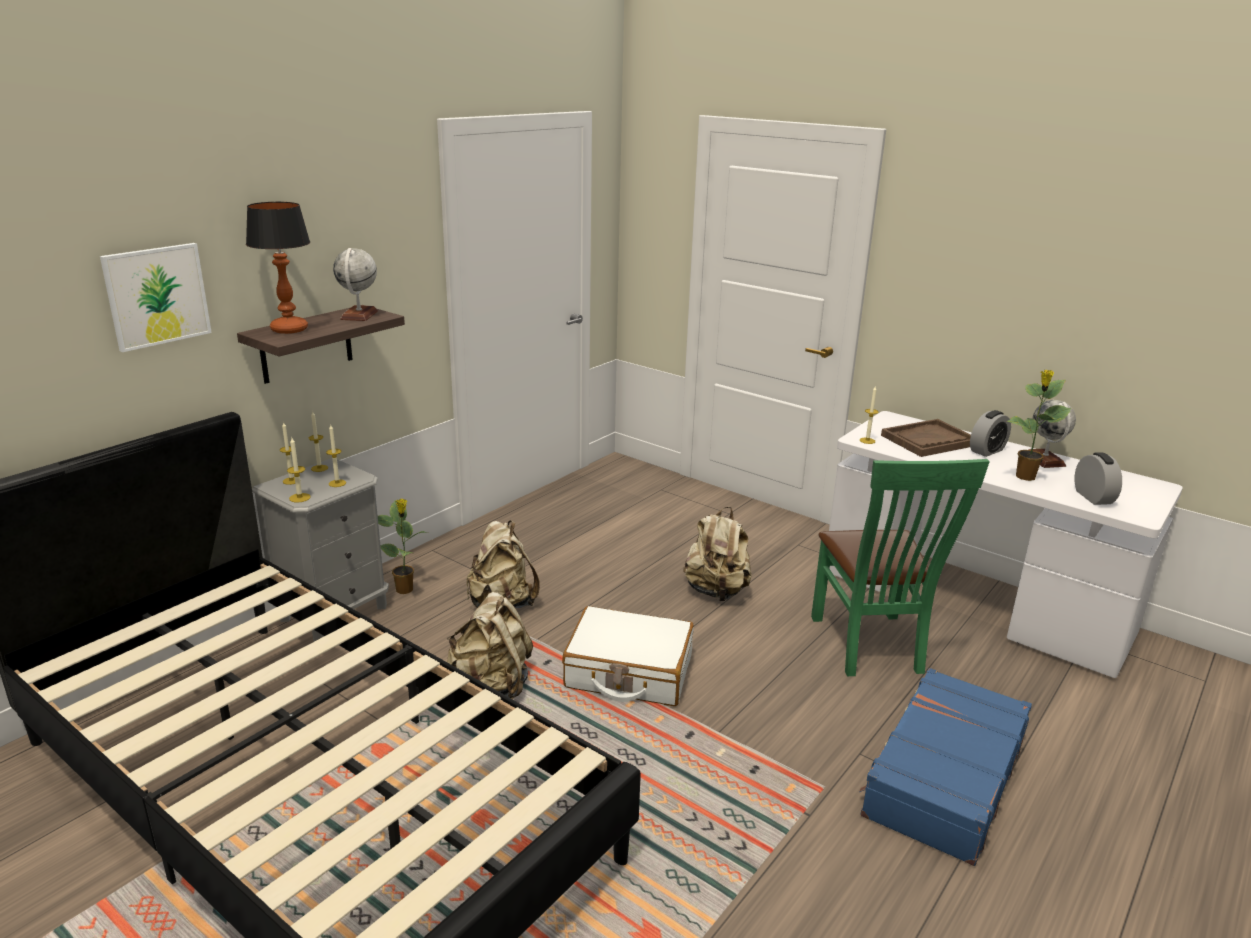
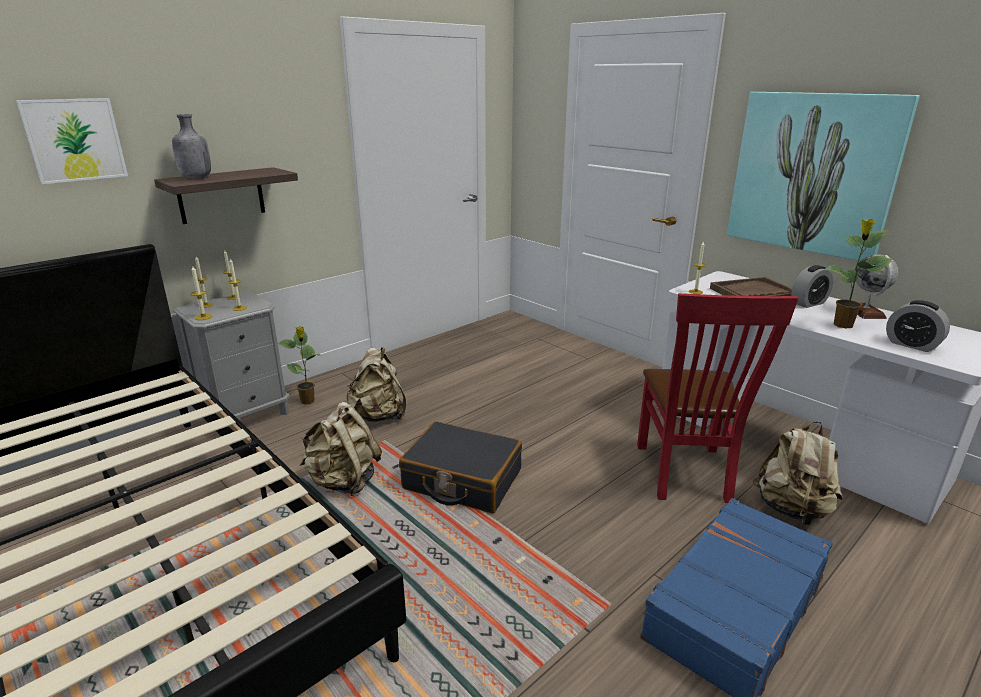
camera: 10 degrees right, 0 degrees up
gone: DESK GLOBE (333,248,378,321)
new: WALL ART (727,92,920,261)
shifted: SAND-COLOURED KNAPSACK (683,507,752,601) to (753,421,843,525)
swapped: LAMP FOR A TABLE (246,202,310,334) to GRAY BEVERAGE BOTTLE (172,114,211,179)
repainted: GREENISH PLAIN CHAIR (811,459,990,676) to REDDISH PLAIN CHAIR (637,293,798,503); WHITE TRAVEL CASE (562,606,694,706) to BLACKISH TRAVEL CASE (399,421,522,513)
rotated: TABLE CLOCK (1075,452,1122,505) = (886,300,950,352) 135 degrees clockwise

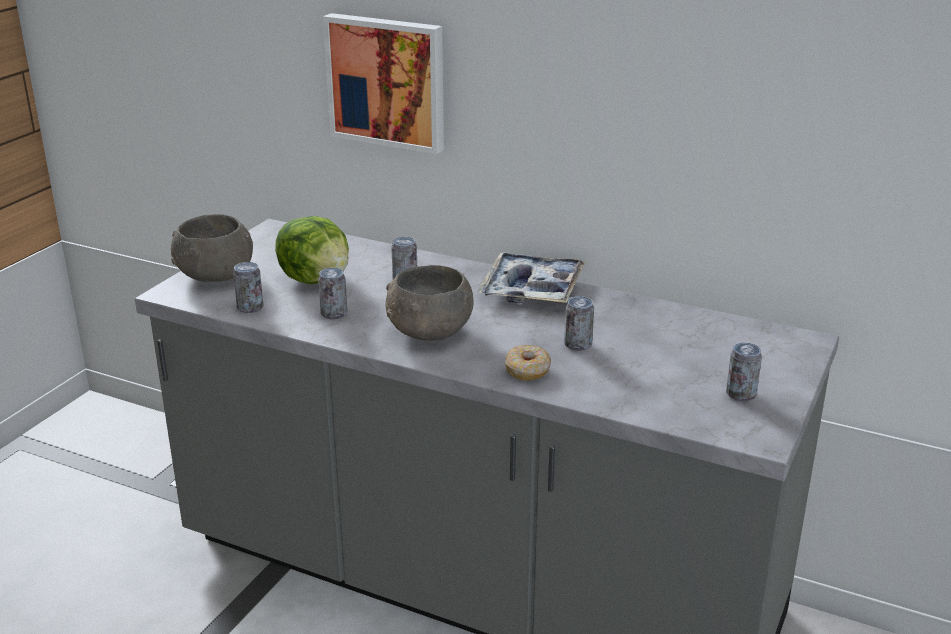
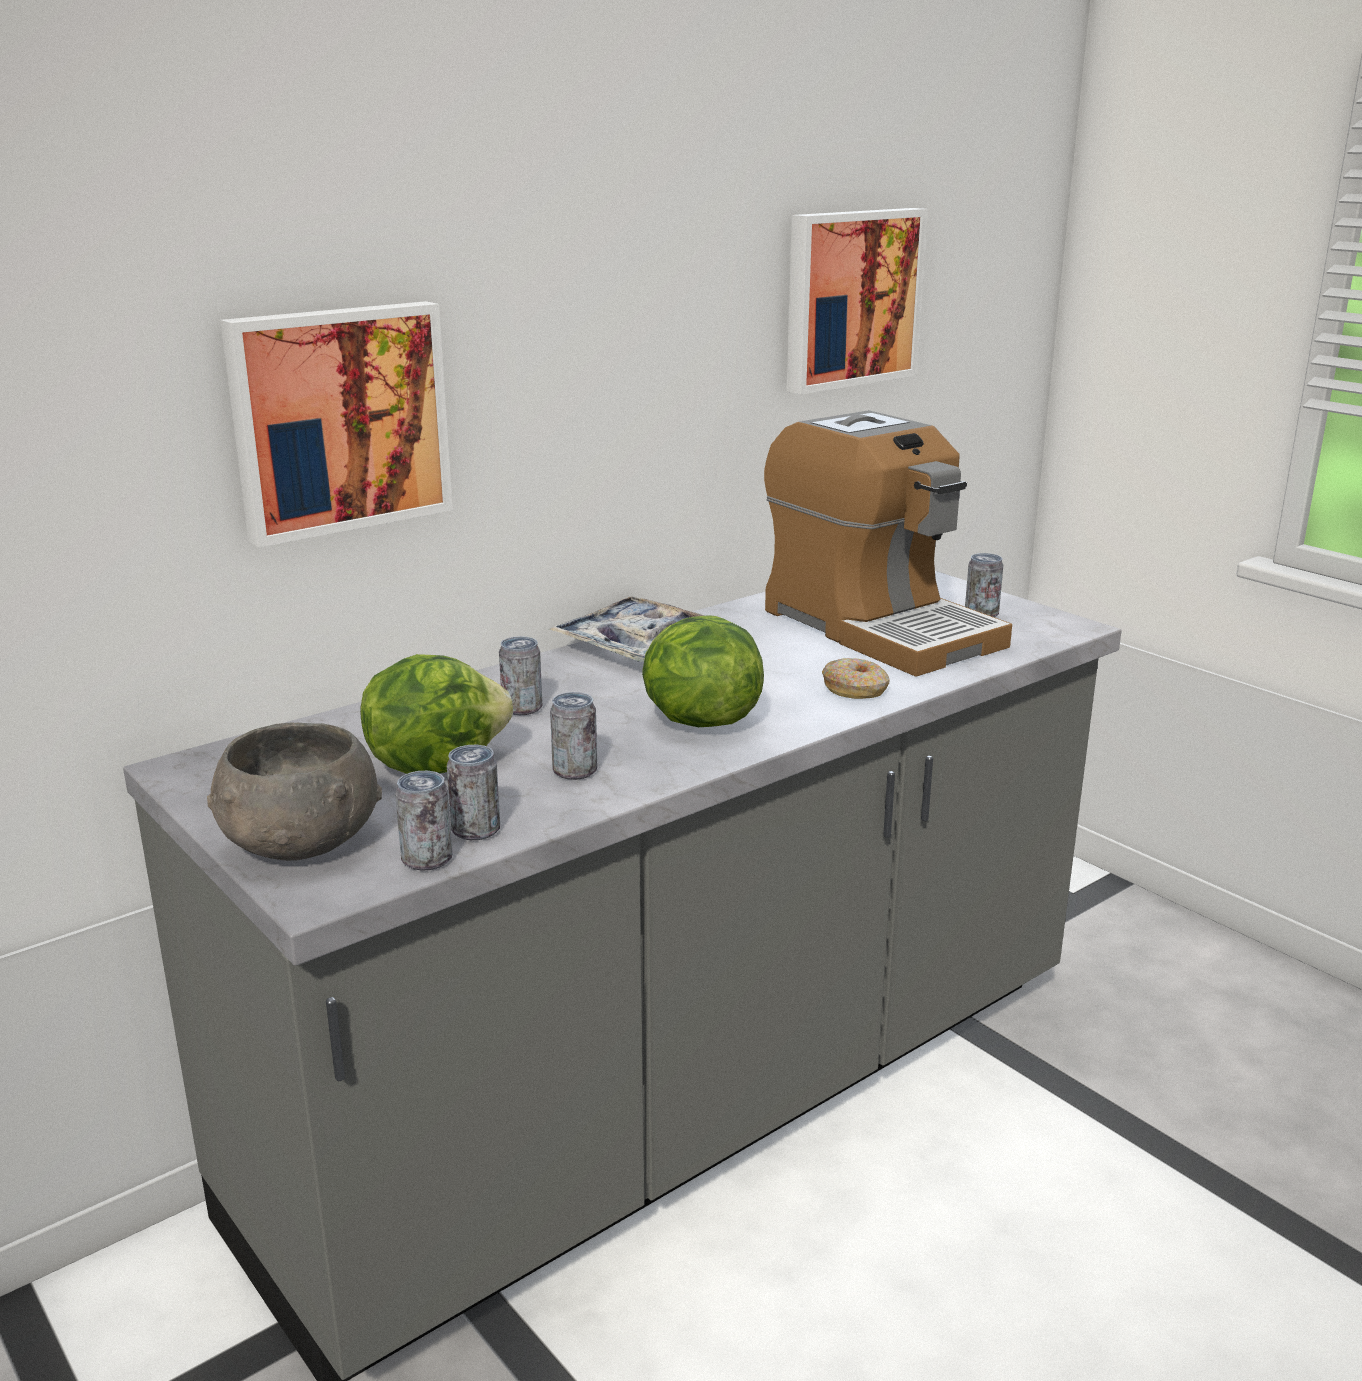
camera: 65 degrees left, 5 degrees down
new: WALL ART (786,208,928,395); COFFEE MACHINE (764,410,1012,677)
shifted: METAL CAN (564,296,594,351) to (395,771,453,871)
swapped: GRAY DEEP DISH (385,265,474,341) to HEAD OF LETTUCE (642,615,764,727)

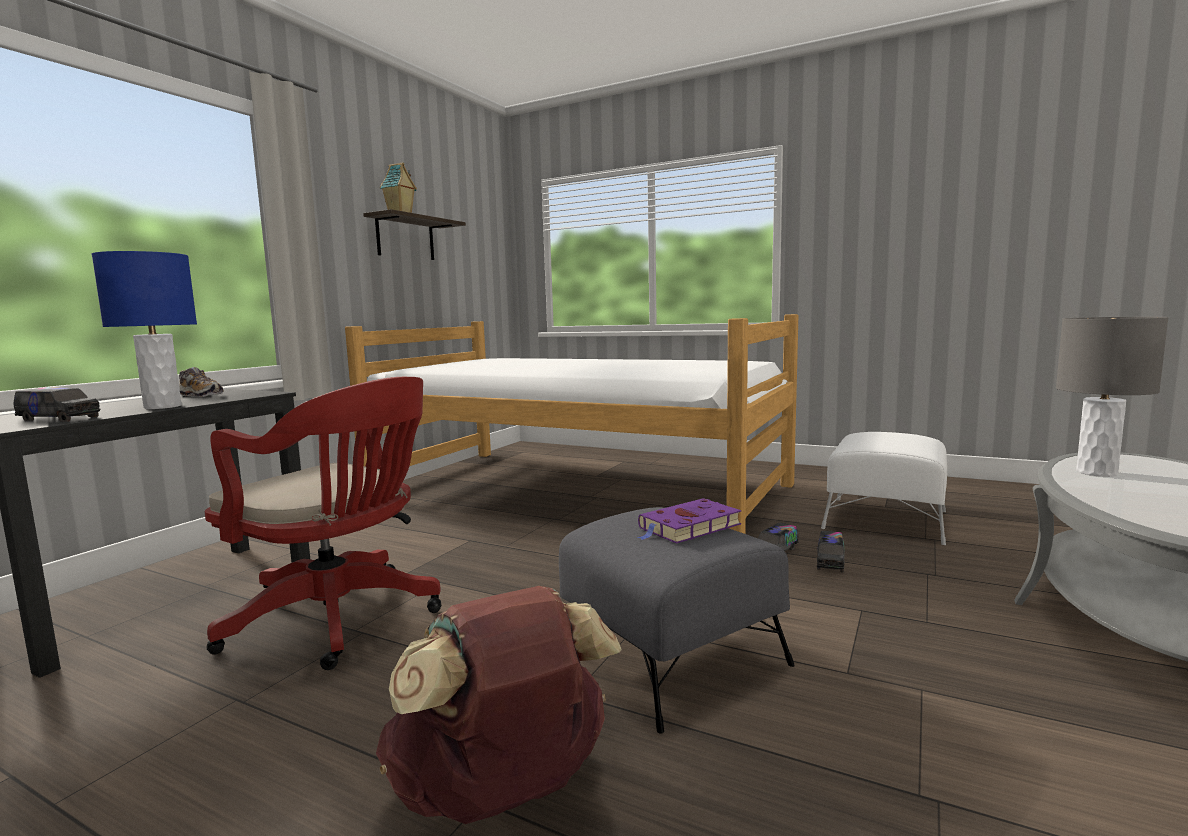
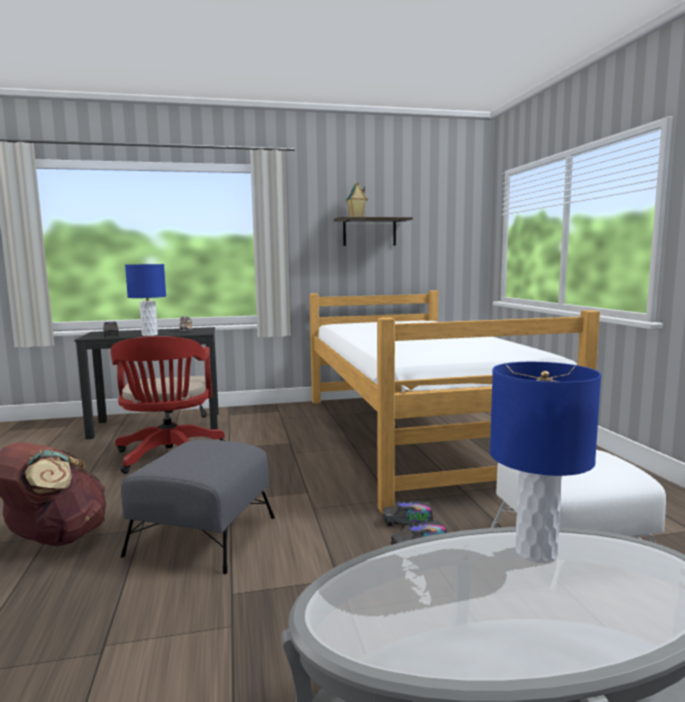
camera: 50 degrees right, 0 degrees up
gone: PURPLE BOUND BOOK (637,498,741,544)
repainted: GRAY LAMP FOR A TABLE (1056,317,1169,477) to BLUE LAMP FOR A TABLE (490,362,601,563)

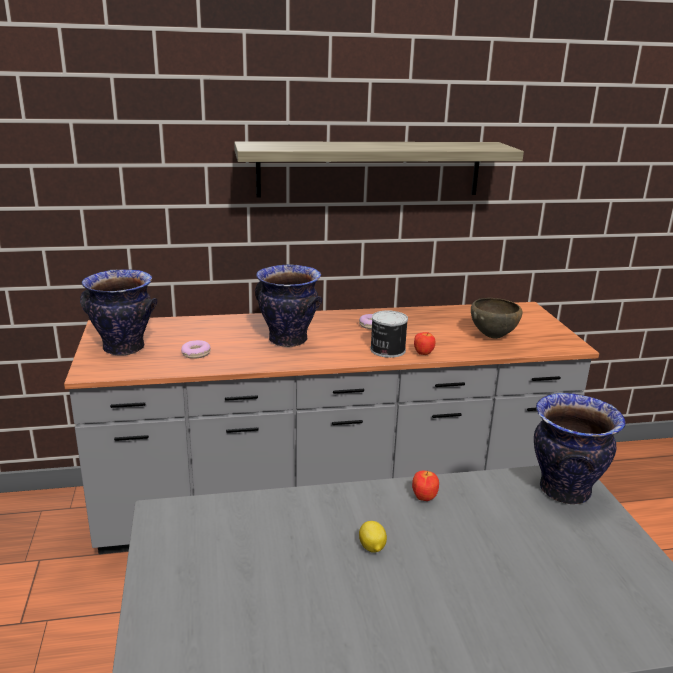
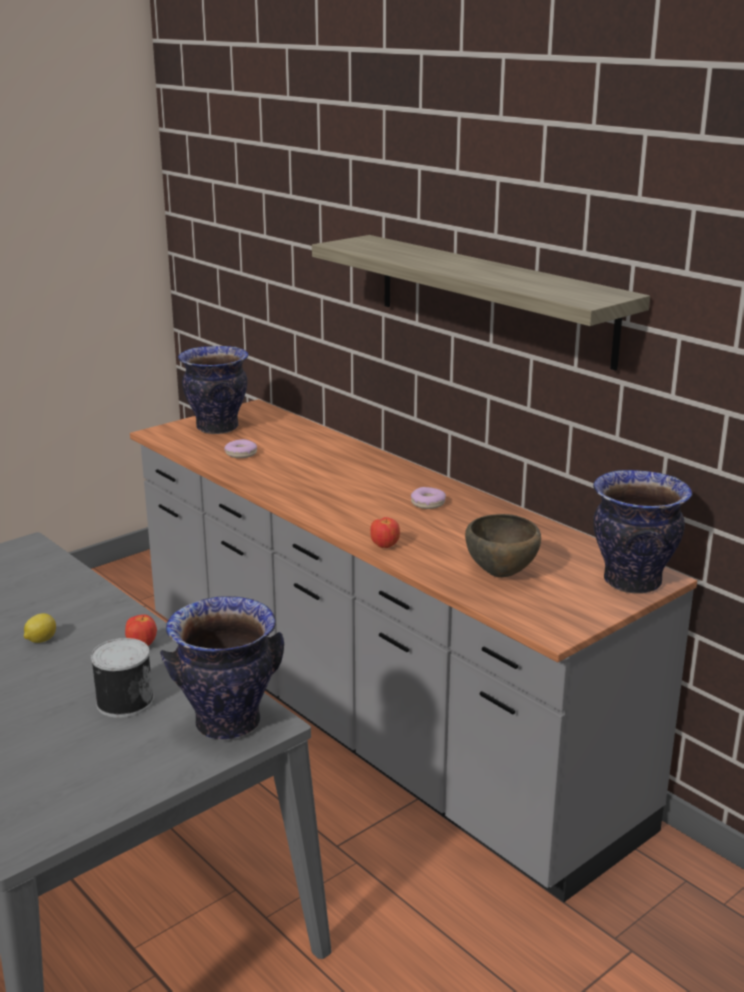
camera: 60 degrees right, 0 degrees up
shifted: FLOWER VASE (255,264,322,347) to (593,470,692,594); METAL CAN (370,310,408,358) to (91,638,154,718)

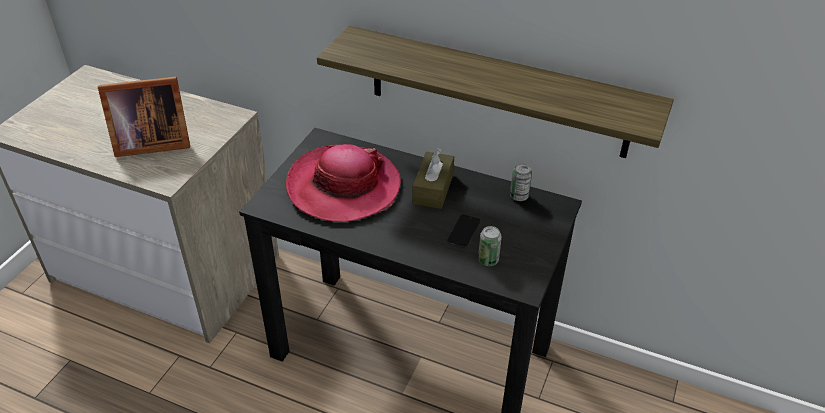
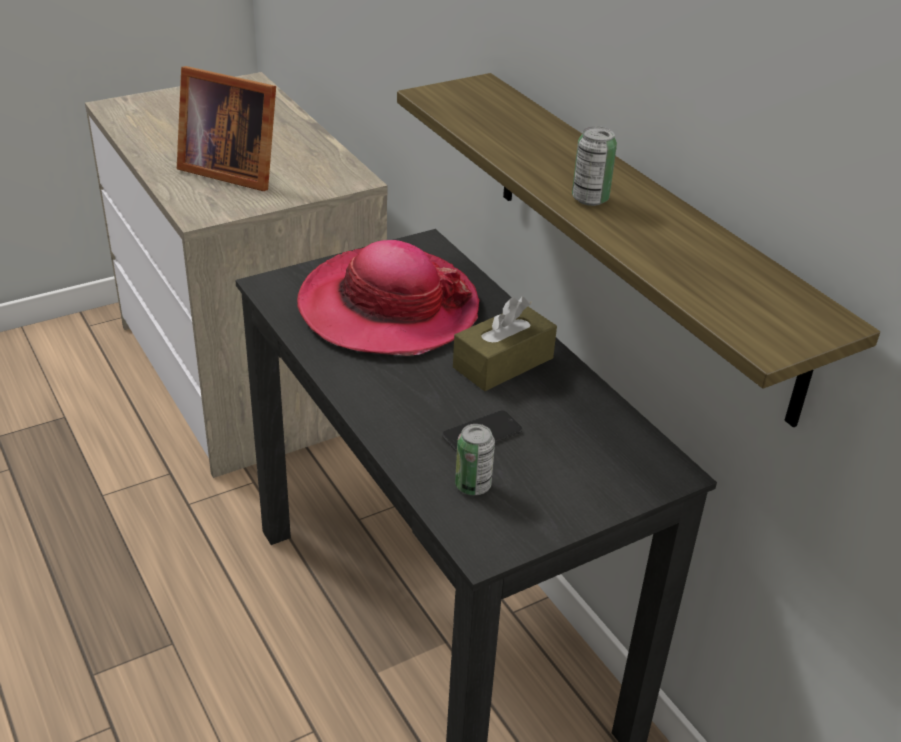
camera: 35 degrees right, 5 degrees down
shifted: METAL CAN (510,164,532,201) to (572,126,617,206)

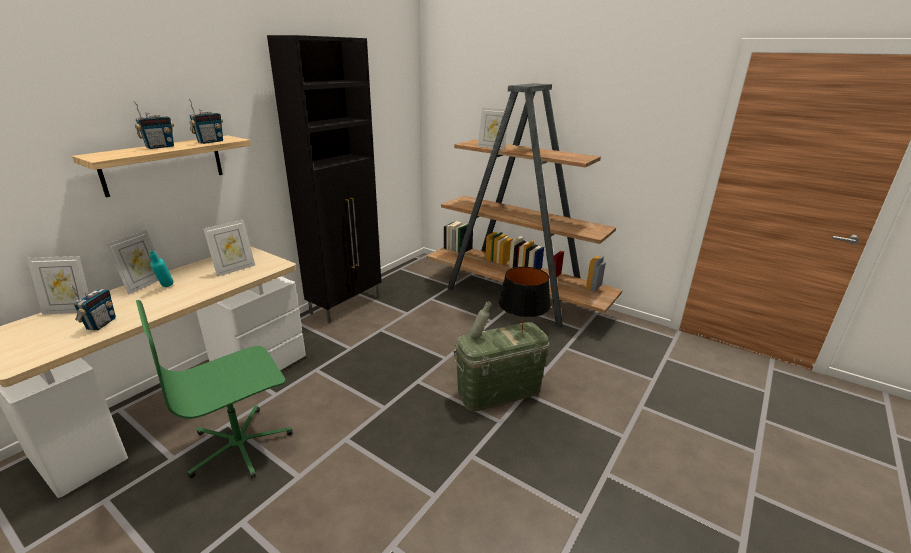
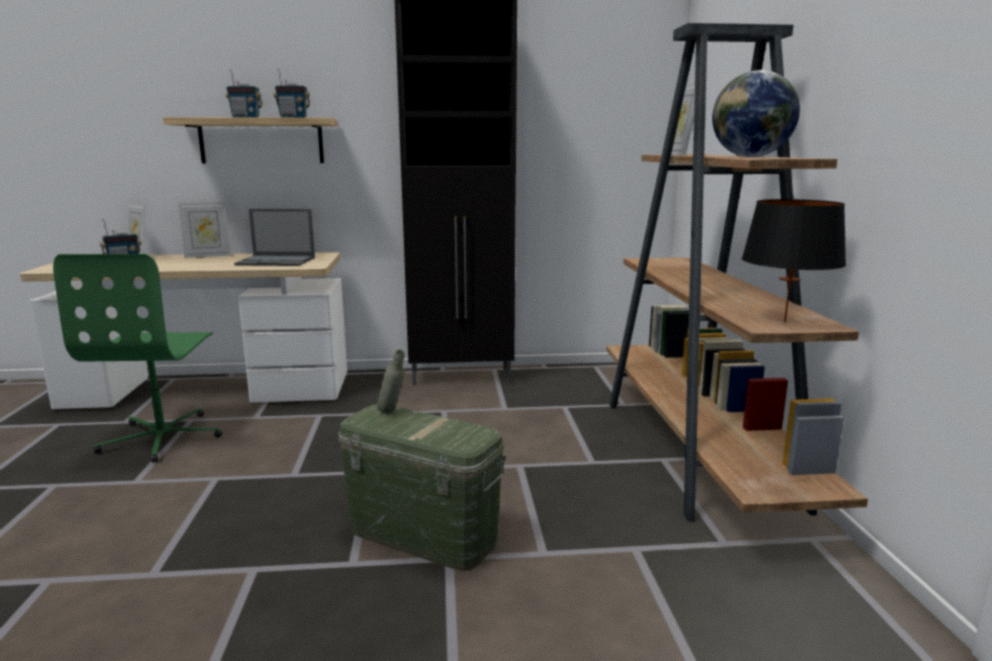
camera: 50 degrees right, 10 degrees down
gone: TURQUOISE-COLOURED BEVERAGE BOTTLE (149,251,173,287)
new: DESK GLOBE (712,70,800,157)
shifted: BLACKISH LAMP FOR A TABLE (499,267,551,332) to (742,199,846,323)
swapped: PHOTO FRAME (203,219,255,277) to NOTEBOOK COMPUTER (234,209,315,266)
rotated: GREENISH COMPUTER CHAIR (136,300,293,478) = (53,254,222,463) 105 degrees counterclockwise

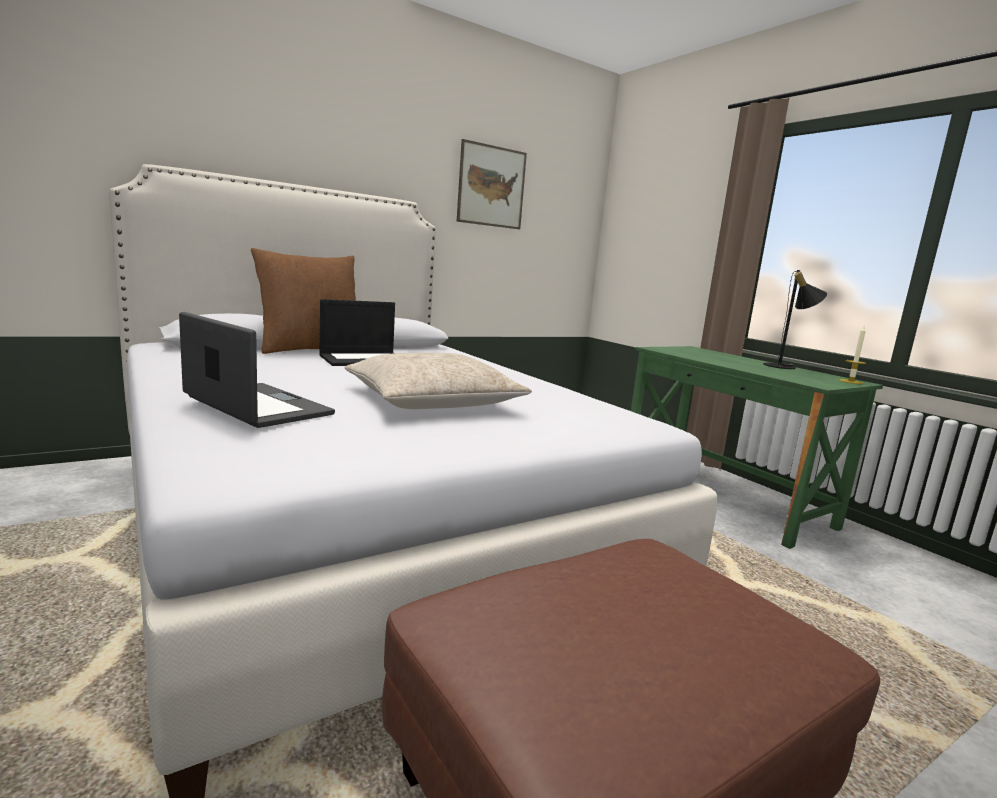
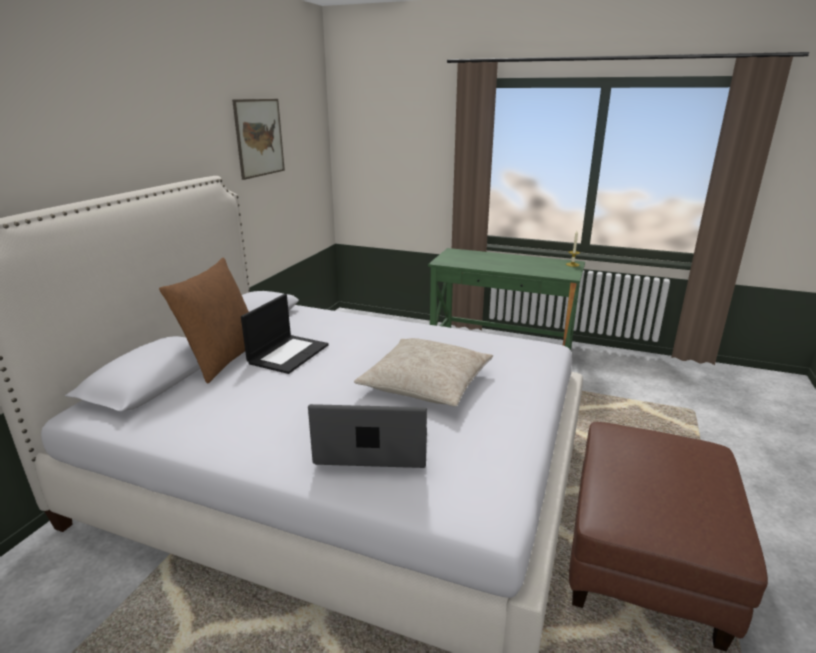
camera: 35 degrees left, 10 degrees up
gone: BLACKISH LAMP FOR A TABLE (763,270,827,369)

